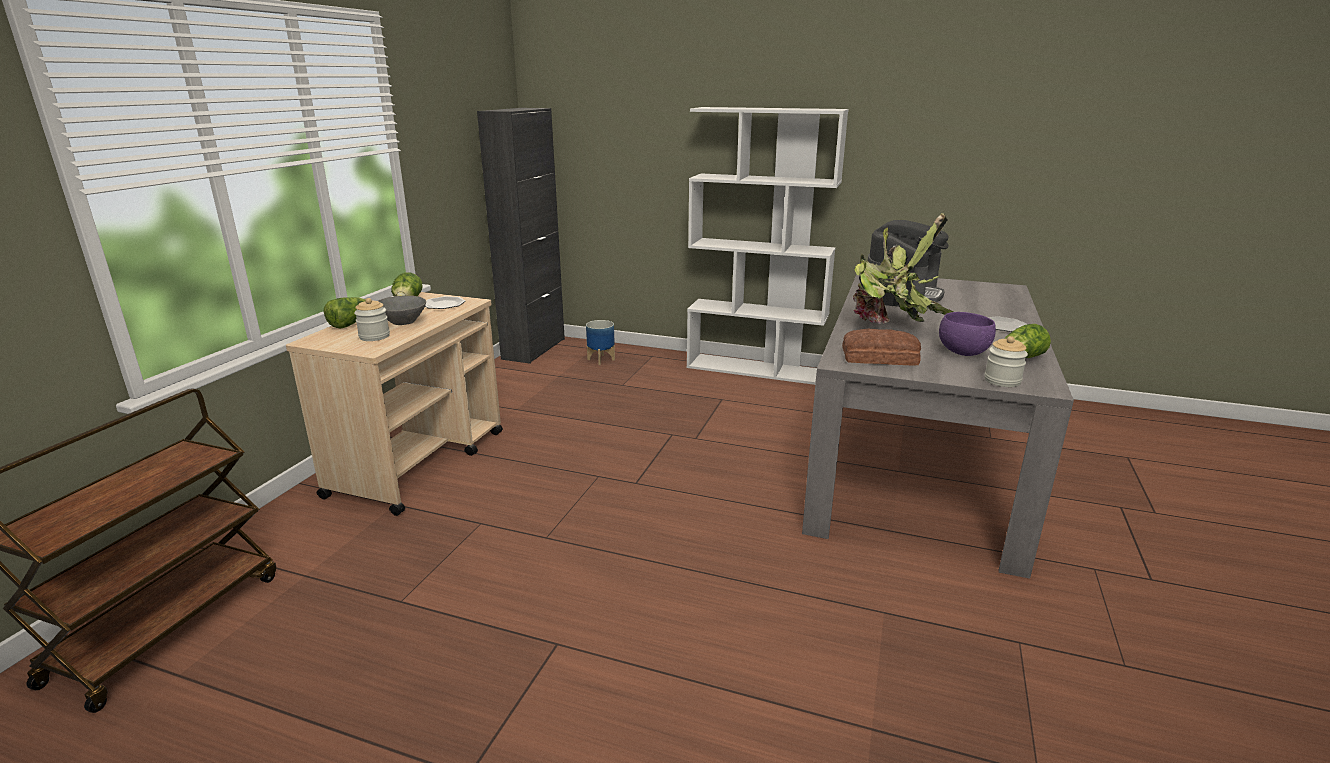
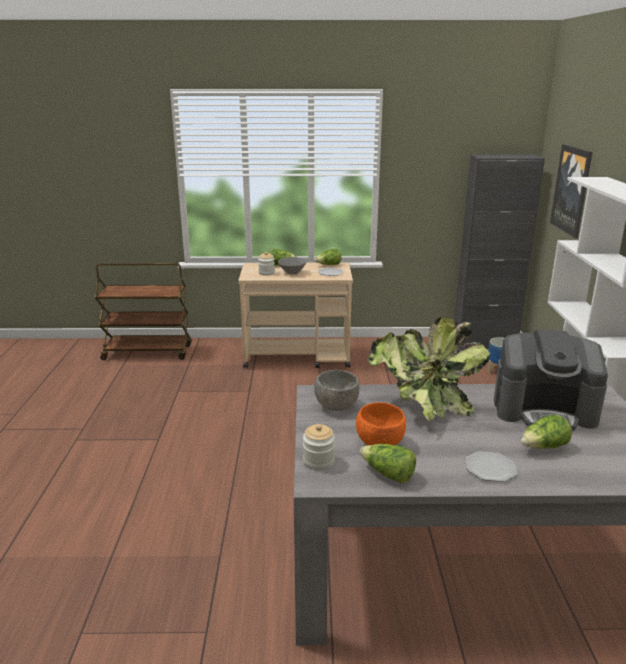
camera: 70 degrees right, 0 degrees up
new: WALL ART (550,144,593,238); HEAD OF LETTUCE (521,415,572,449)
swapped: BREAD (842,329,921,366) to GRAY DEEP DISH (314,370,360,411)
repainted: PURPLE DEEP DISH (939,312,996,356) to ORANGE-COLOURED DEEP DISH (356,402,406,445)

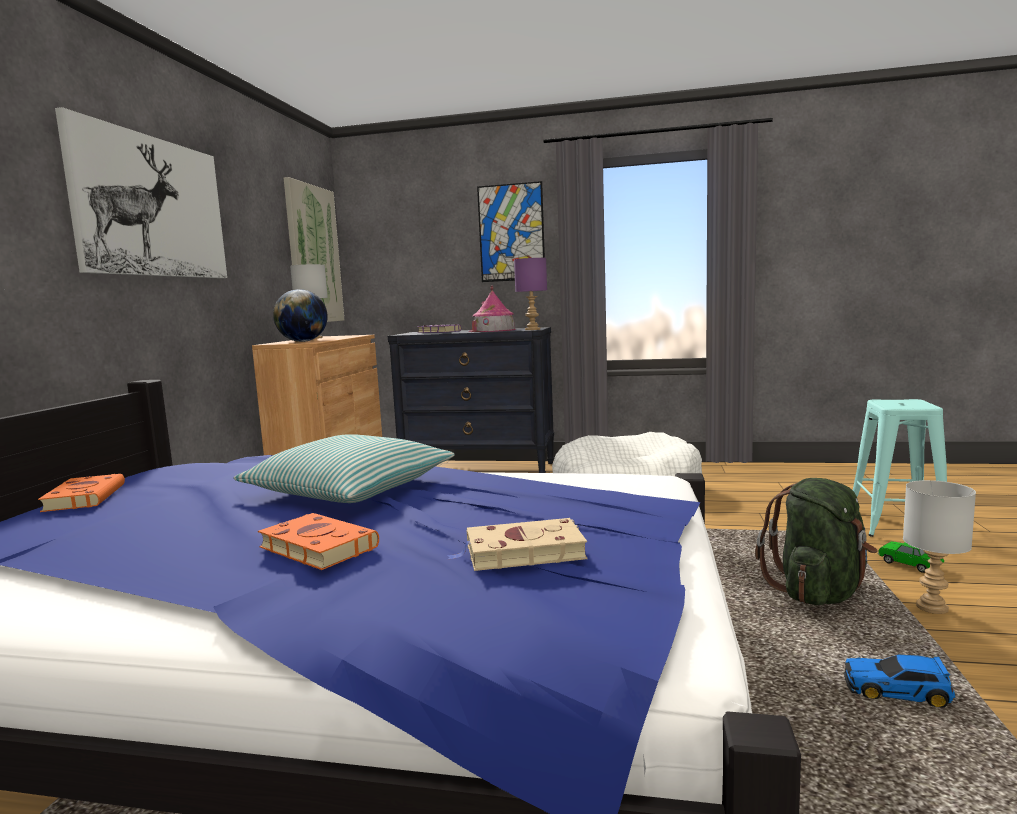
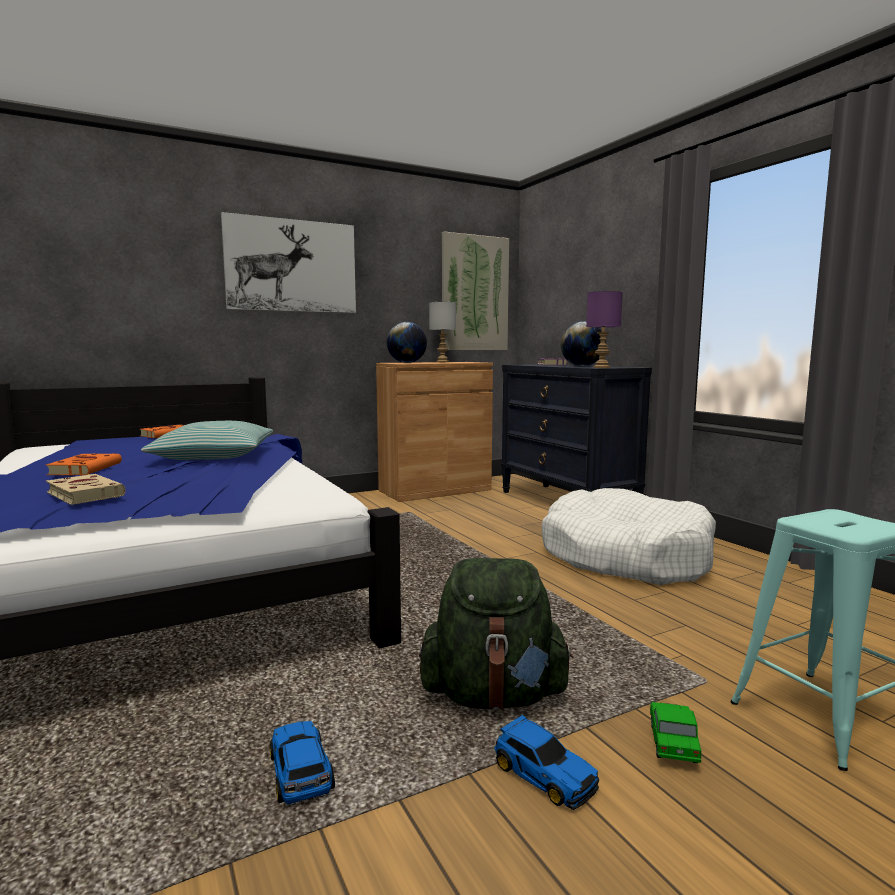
camera: 50 degrees right, 0 degrees up
gone: WALL ART (477,181,545,282)
swapped: MINIATURE HOUSE (469,286,516,332) to DESK GLOBE (561,321,606,367); GRAY LAMP FOR A TABLE (903,480,976,614) to MODEL CAR (494,715,599,810)

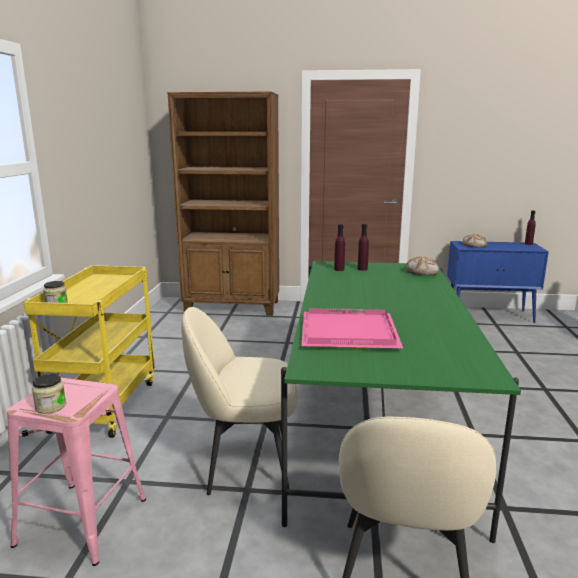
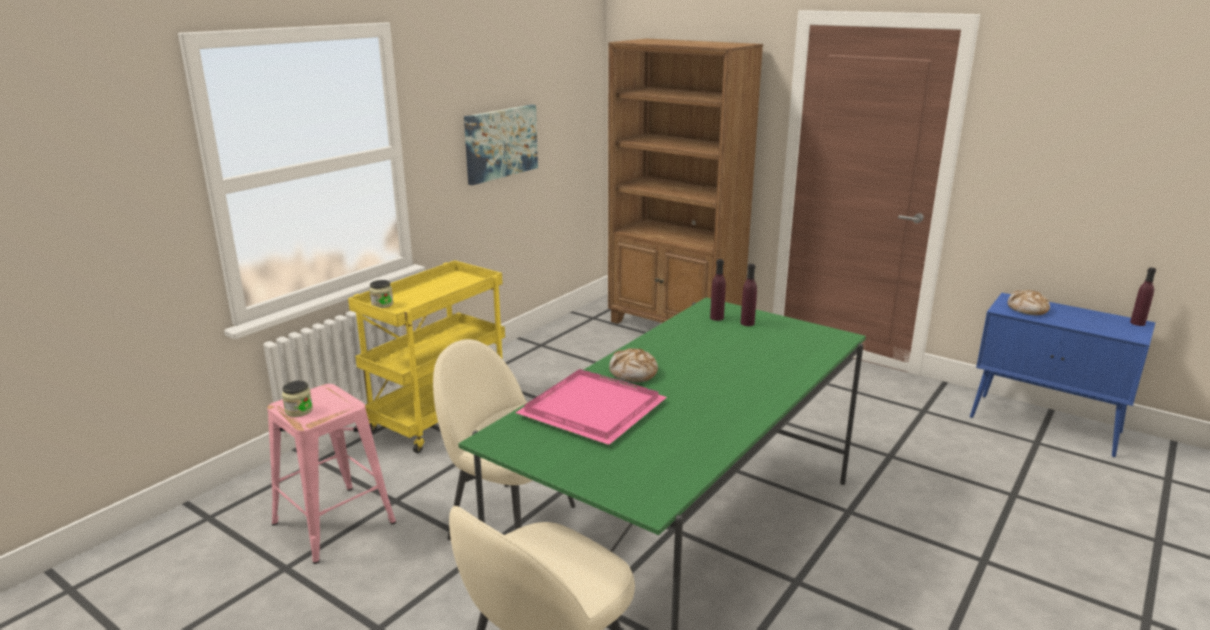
camera: 30 degrees right, 5 degrees up
new: WALL ART (464,105,538,185)
shifted: BREAD (406,257,439,275) to (609,348,658,383)

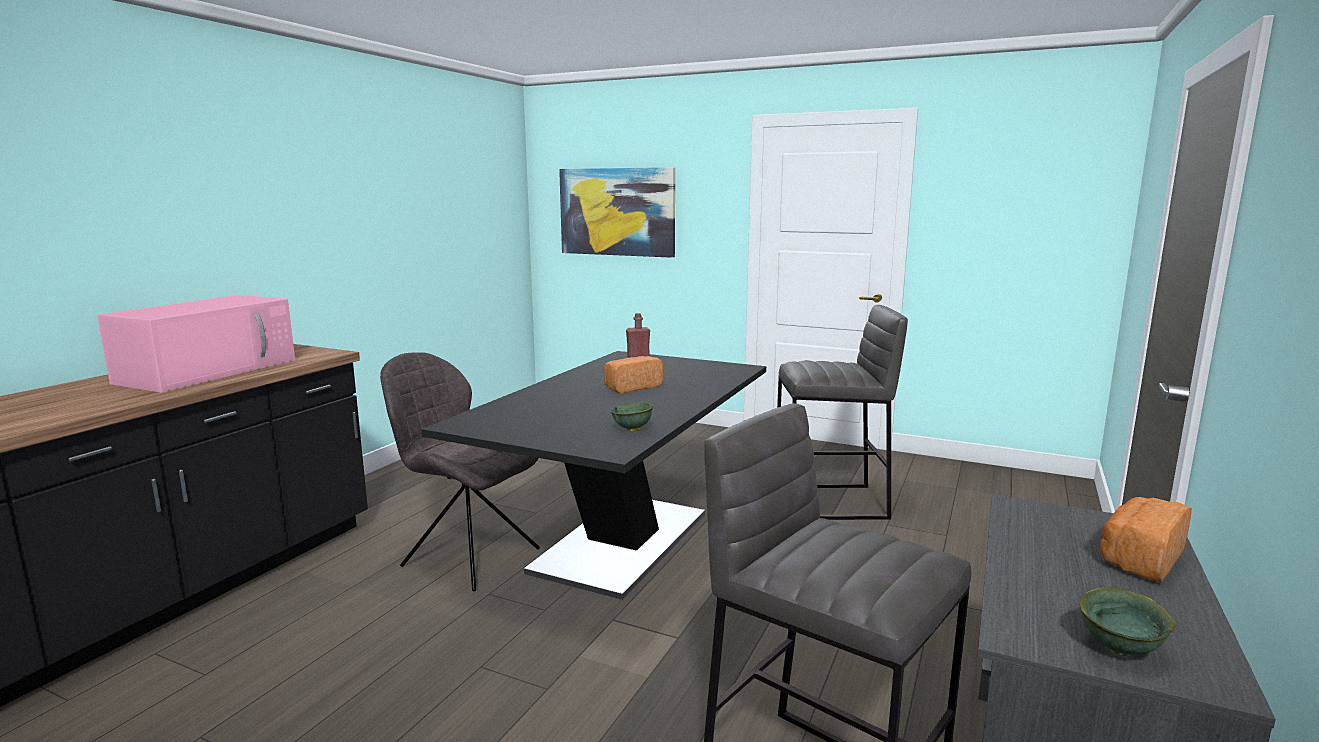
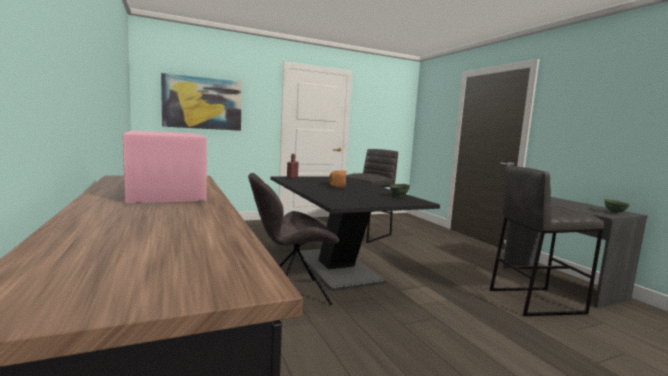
camera: 50 degrees left, 5 degrees down
gone: BREAD (1100,497,1192,582)

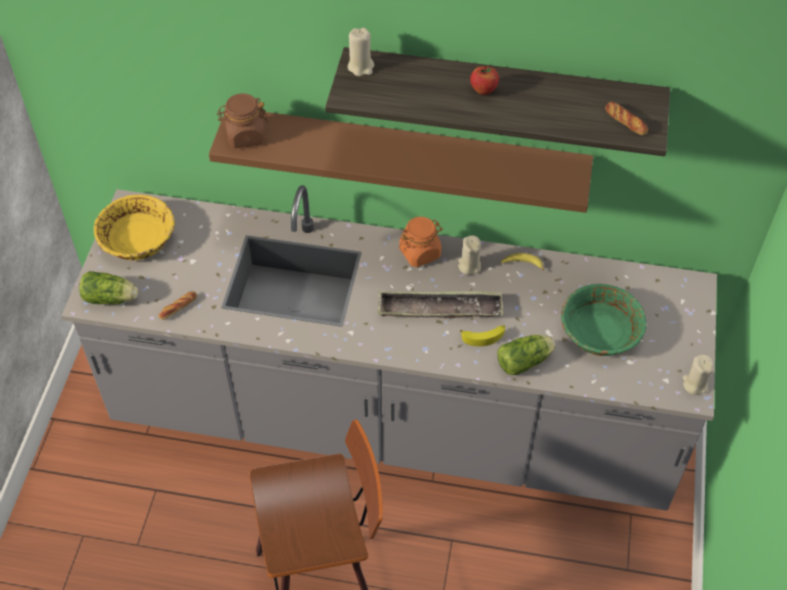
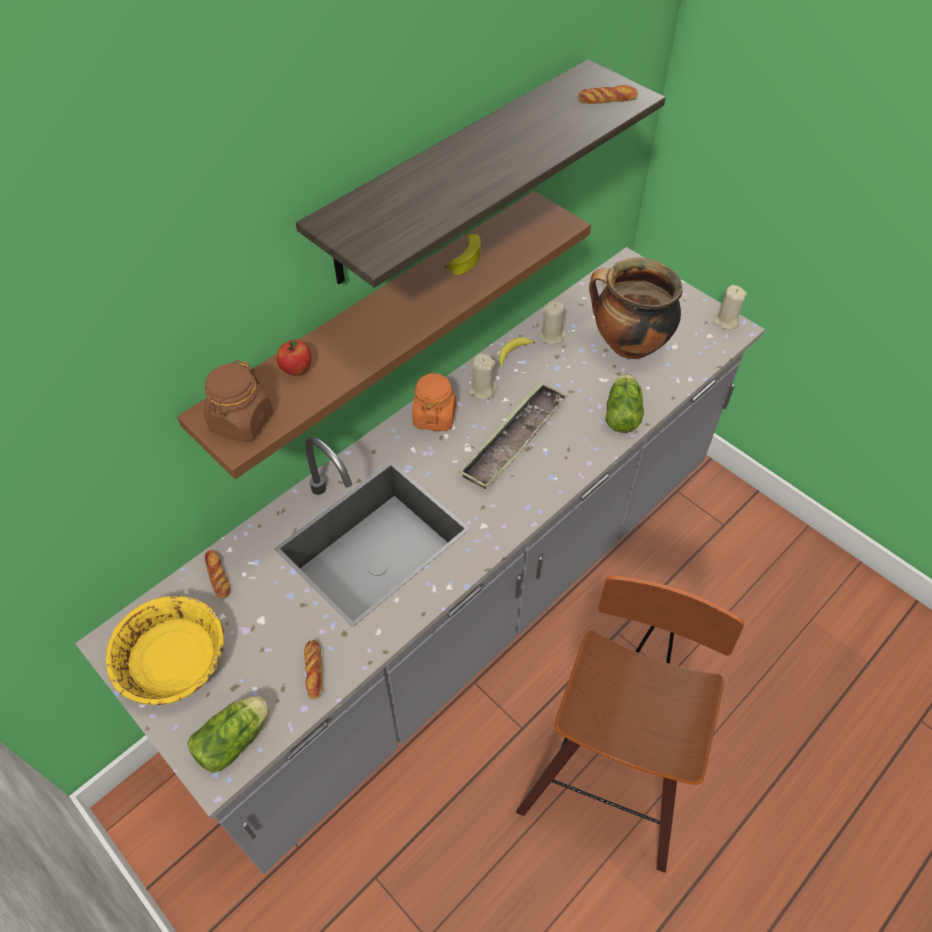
camera: 55 degrees left, 0 degrees up
new: BREAD (204,550,230,599)
shifted: SAND-COLOURED WAX LIGHT (348,28,374,76) to (538,301,566,345); APPLE (470,66,499,95) to (276,340,312,376); BANANA FRUIT (459,325,505,346) to (445,234,481,275)
swapped: GREENISH DEEP DISH (561,284,646,356) to STOCKPOT (589,258,683,359)

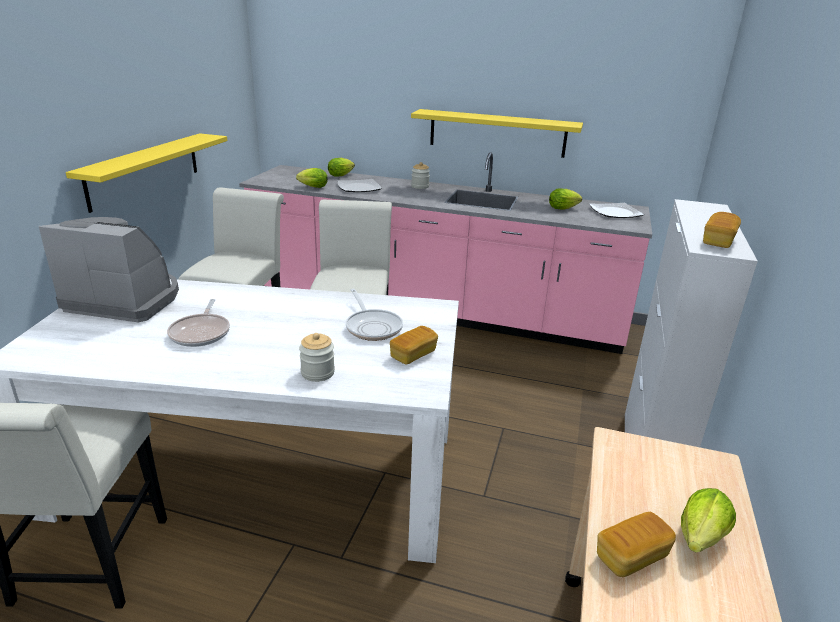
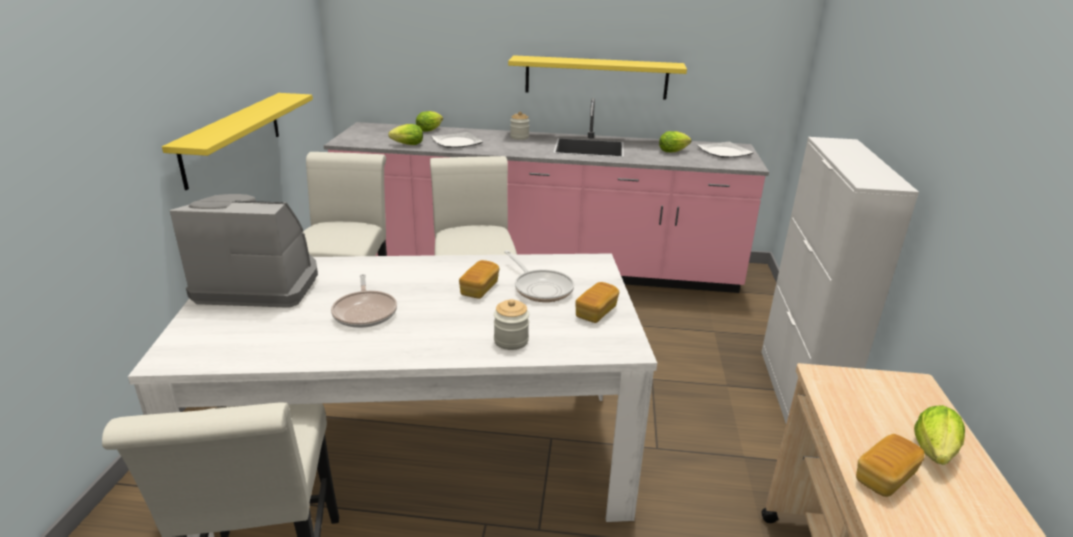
camera: 10 degrees left, 0 degrees up
shifted: BREAD (703,212,741,248) to (459,260,499,299)

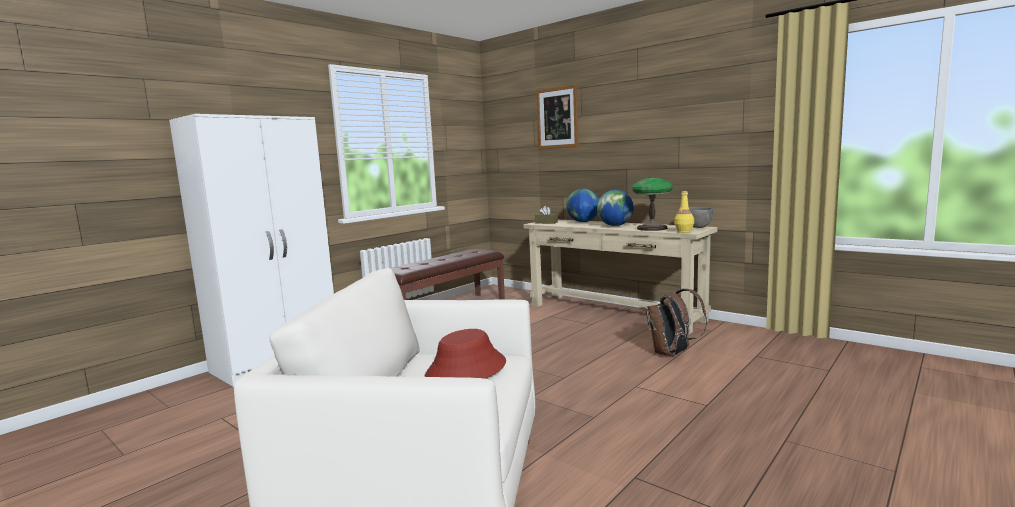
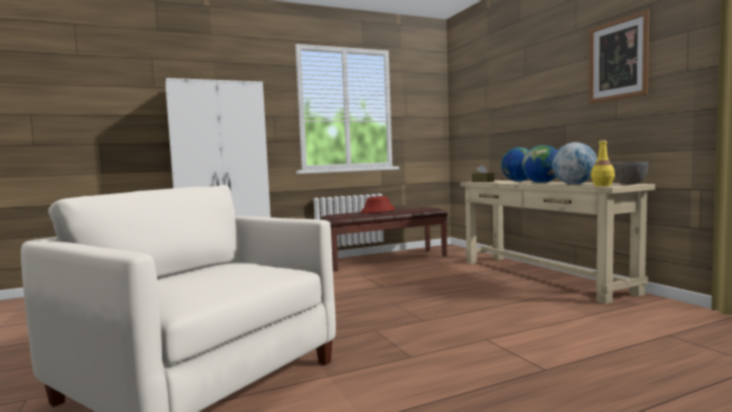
camera: 25 degrees right, 5 degrees down
gone: BROWN-COLOURED KNAPSACK (646,289,707,357)
shifted: WALL ART (536,84,578,149) to (589,10,649,104); REDDISH WEARABLE HAT (425,329,506,379) to (361,196,396,213)
swapped: LAMP FOR A TABLE (632,177,673,231) to DESK GLOBE (552,142,597,184)

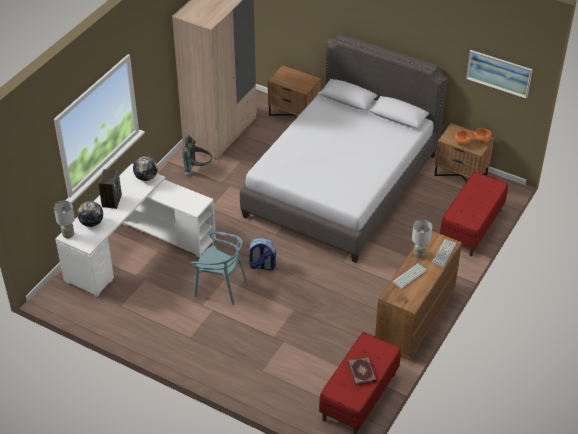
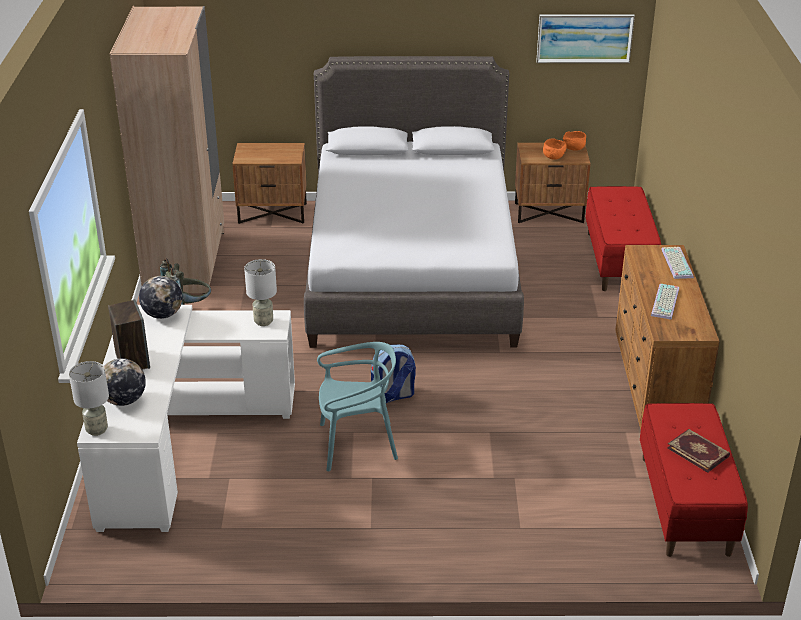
camera: 30 degrees left, 10 degrees down
shifted: GRAY LAMP FOR A TABLE (412,220,432,258) to (244,259,277,326)

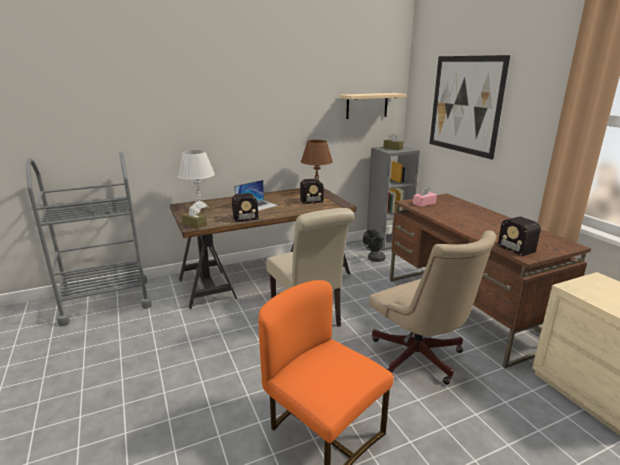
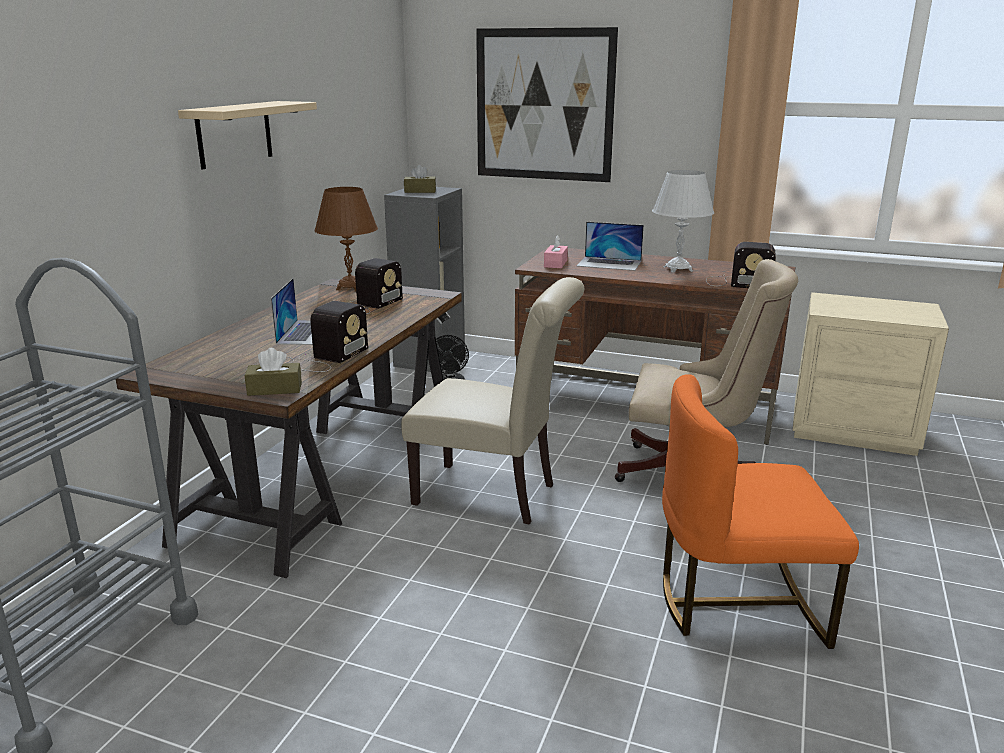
camera: 45 degrees left, 0 degrees up
new: NOTEBOOK COMPUTER (577,222,644,271)
shifted: SAND-COLOURED SHELF (339,93,407,119) to (178,101,317,170); WHITE LAMP FOR A TABLE (177,150,215,210) to (652,170,714,273)

